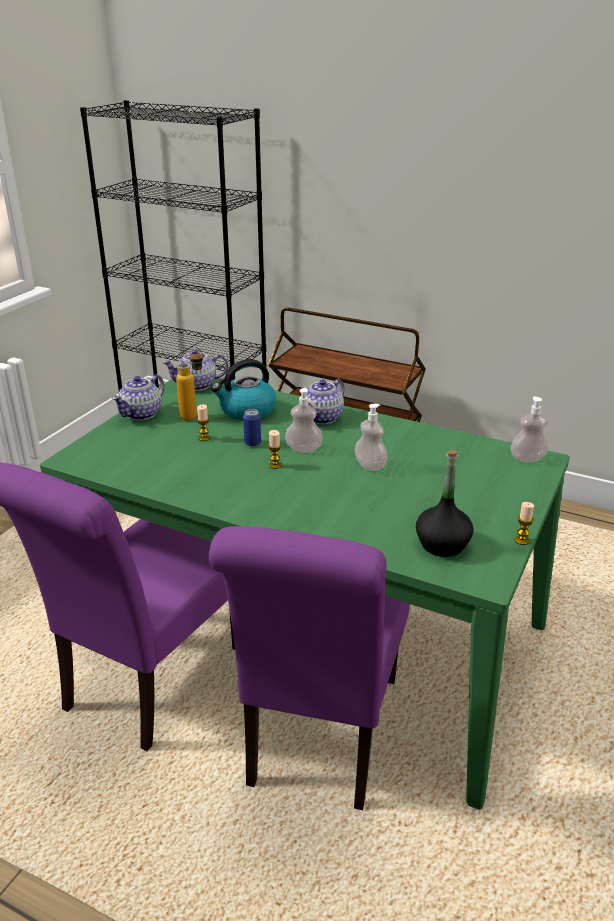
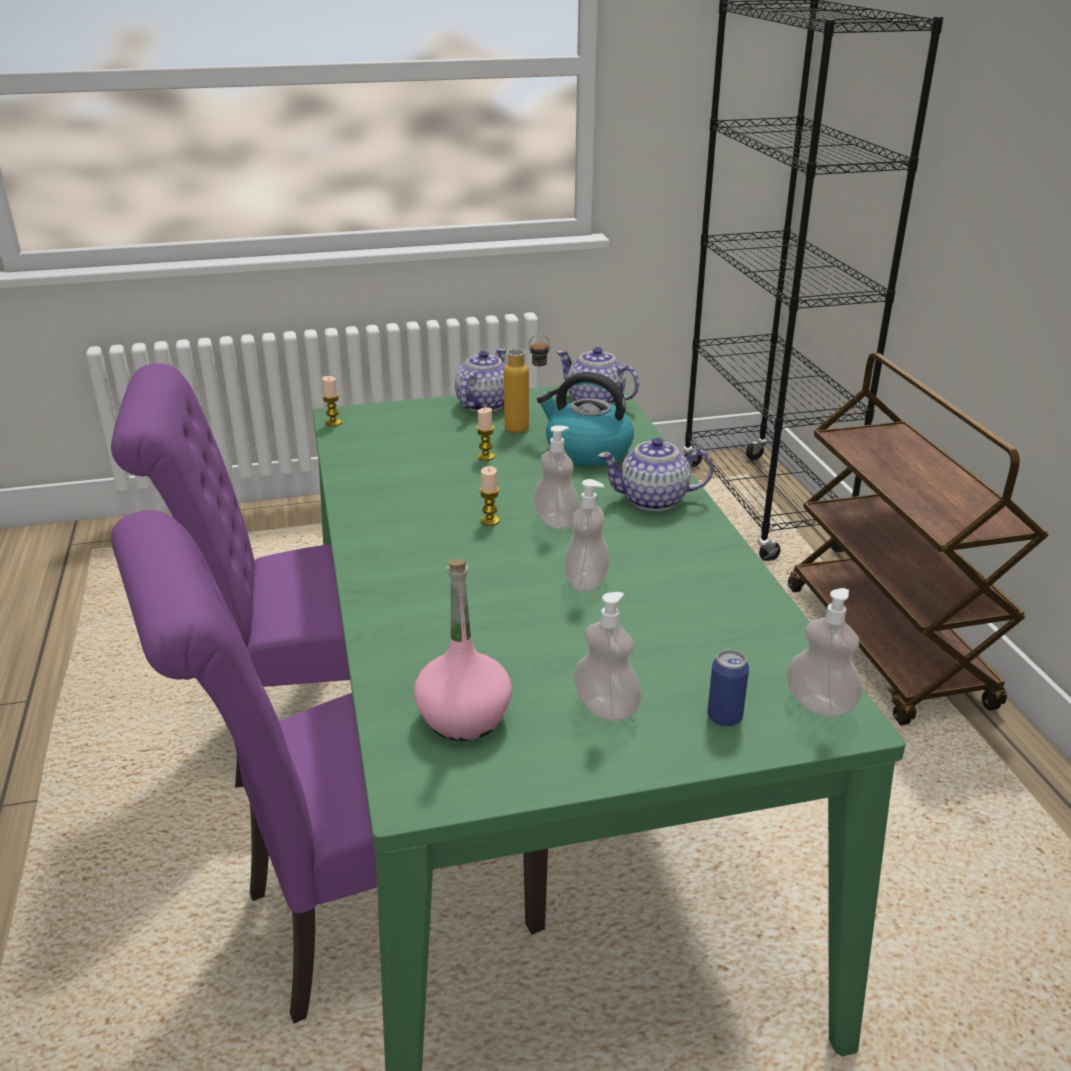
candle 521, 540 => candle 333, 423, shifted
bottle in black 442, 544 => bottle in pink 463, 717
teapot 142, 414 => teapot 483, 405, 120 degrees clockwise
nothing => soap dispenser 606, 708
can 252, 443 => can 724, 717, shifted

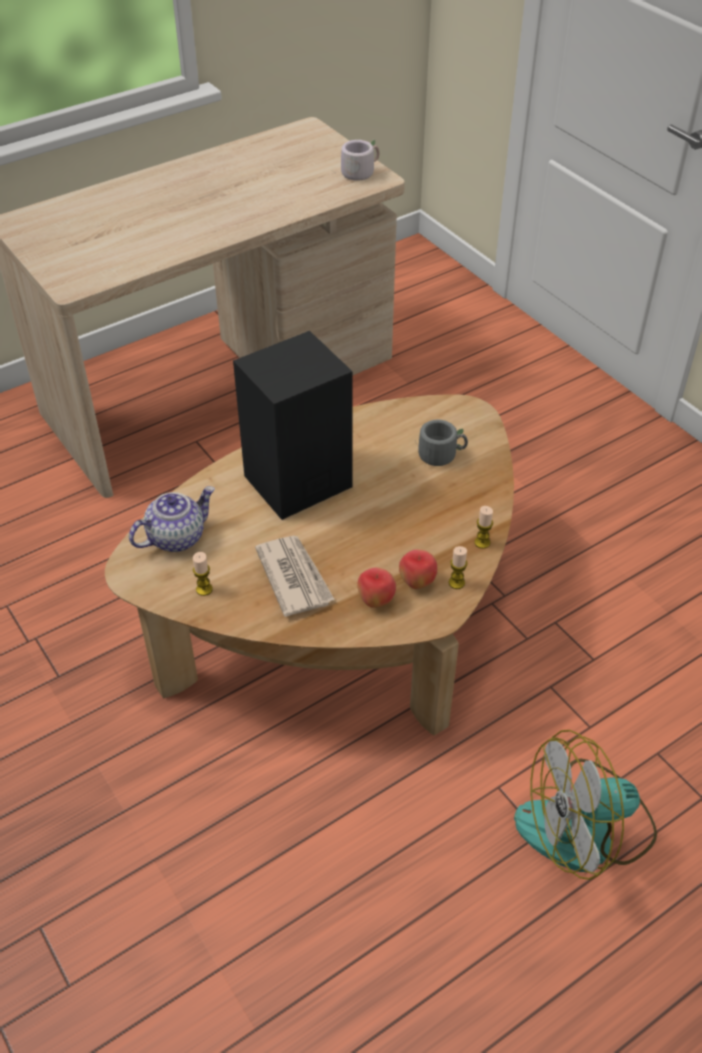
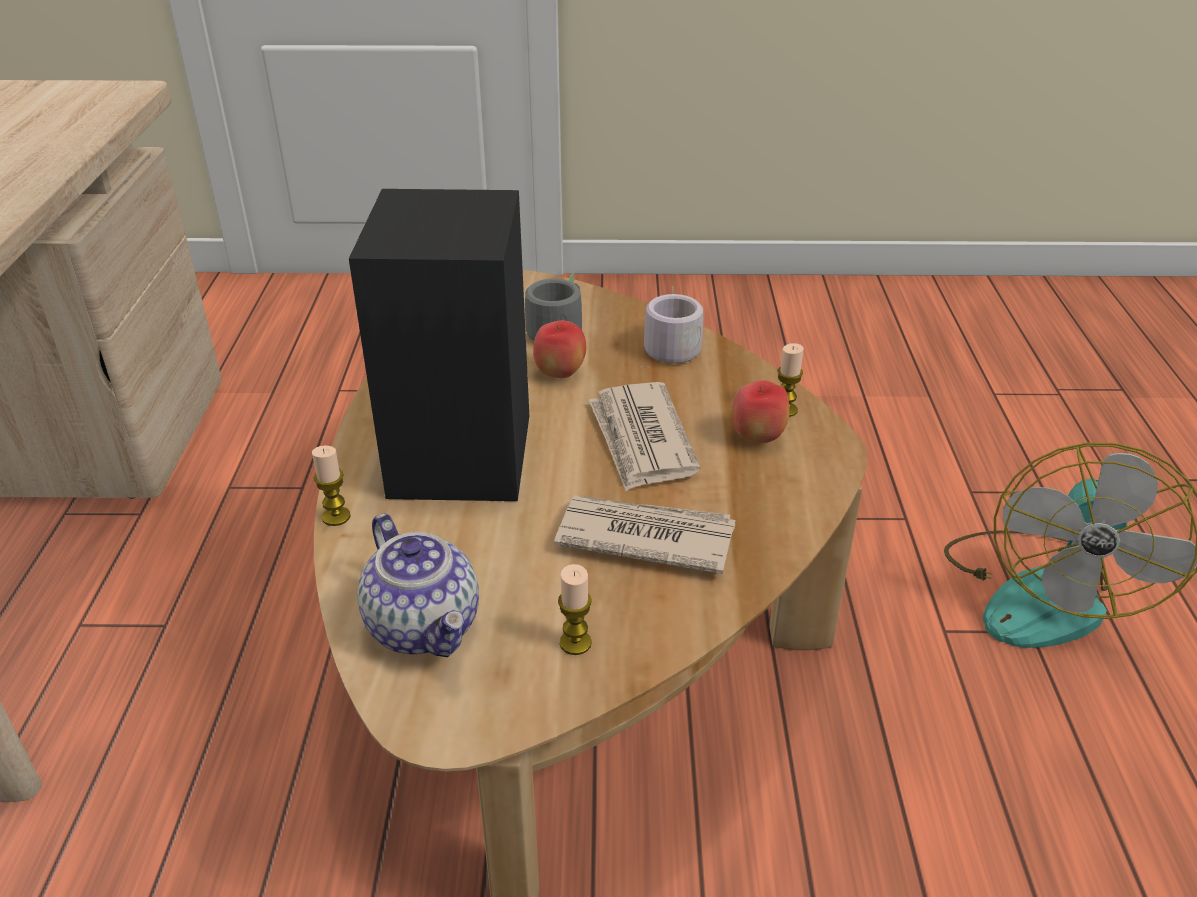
candle 482, 542 => candle 336, 517, shifted
teapot 176, 537 => teapot 425, 626, 150 degrees clockwise
apple 376, 601 => apple 560, 374, shifted
nothing => newspaper 641, 440
mug in grey 359, 172 => mug in grey 668, 347, shifted

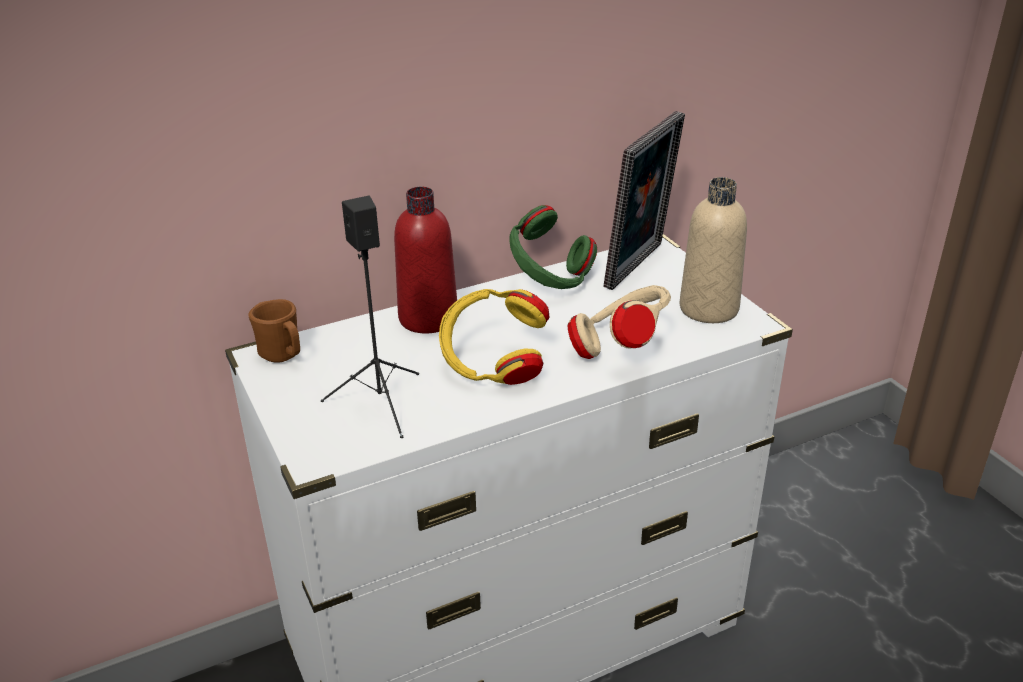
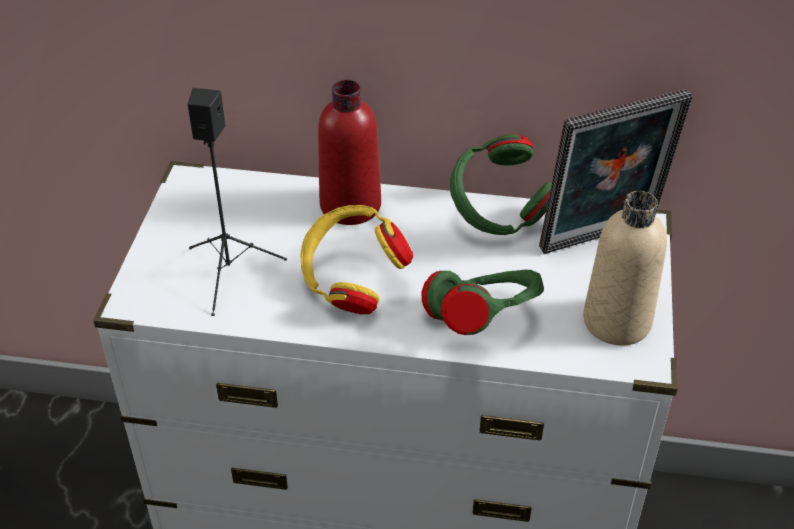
headphones in beige 621, 347 => headphones in green 483, 322
mug in brown 283, 355 => nothing

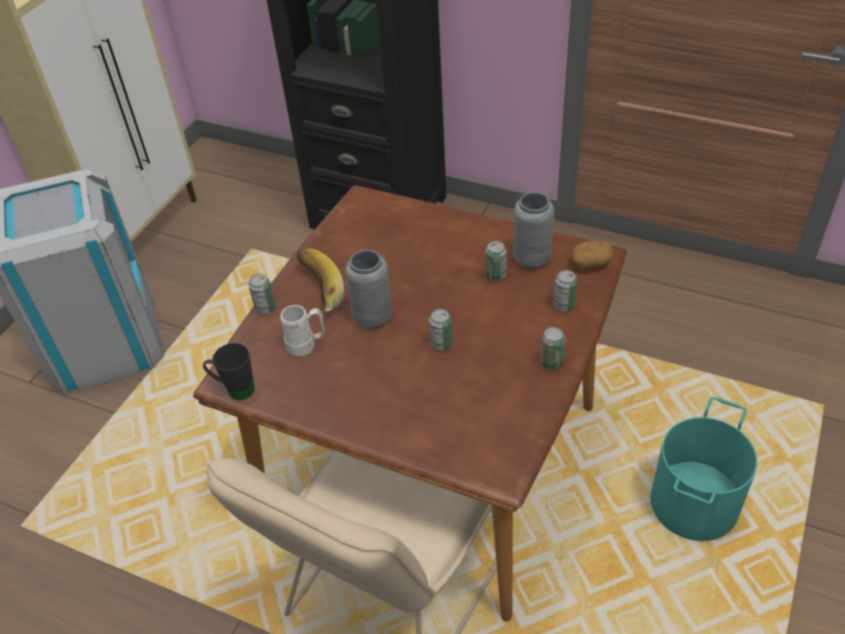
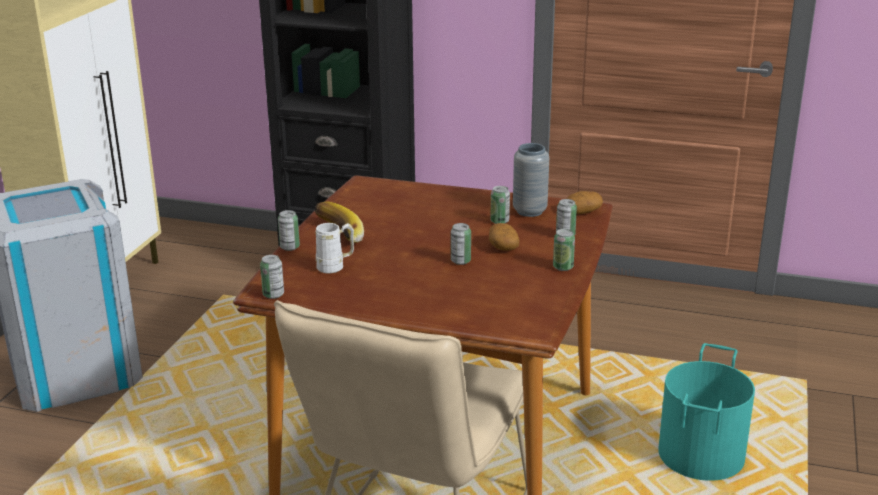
mug in black 234, 389 => can 273, 295
nothing => potato 503, 246
vase in grey 373, 318 => nothing

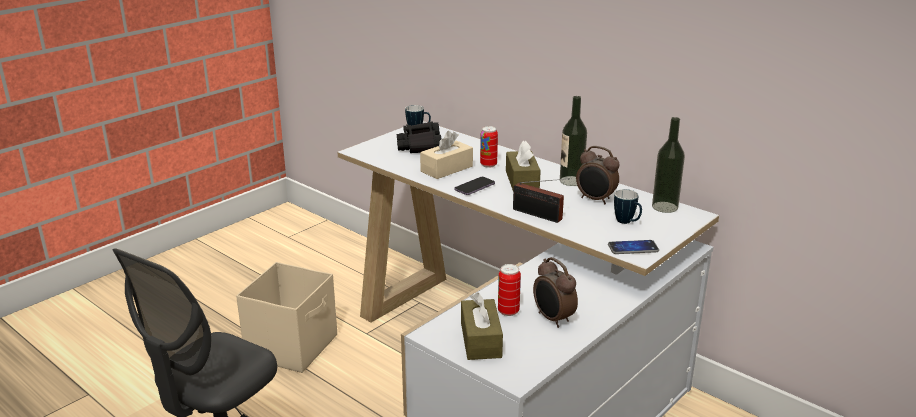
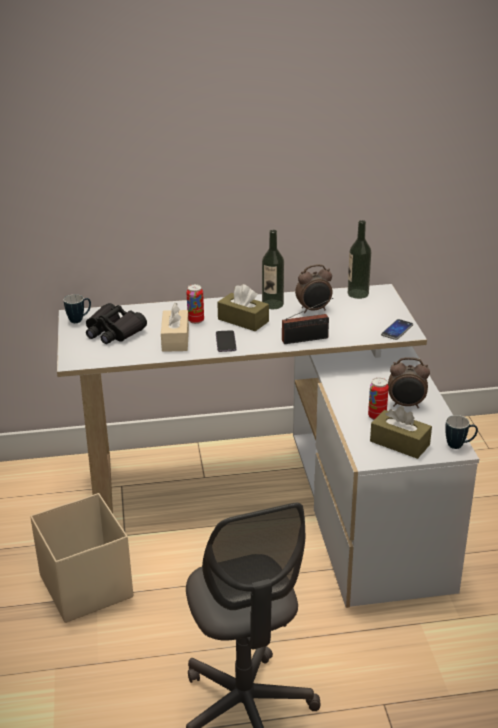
mug 627, 222 => mug 459, 445, shifted

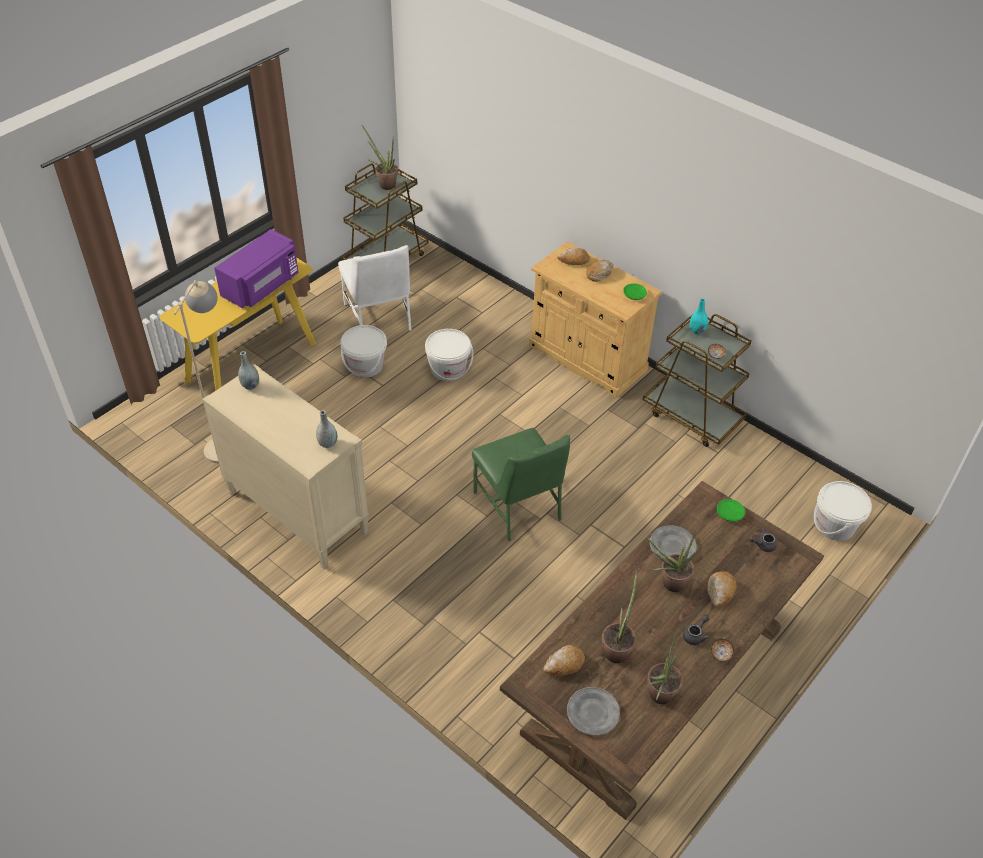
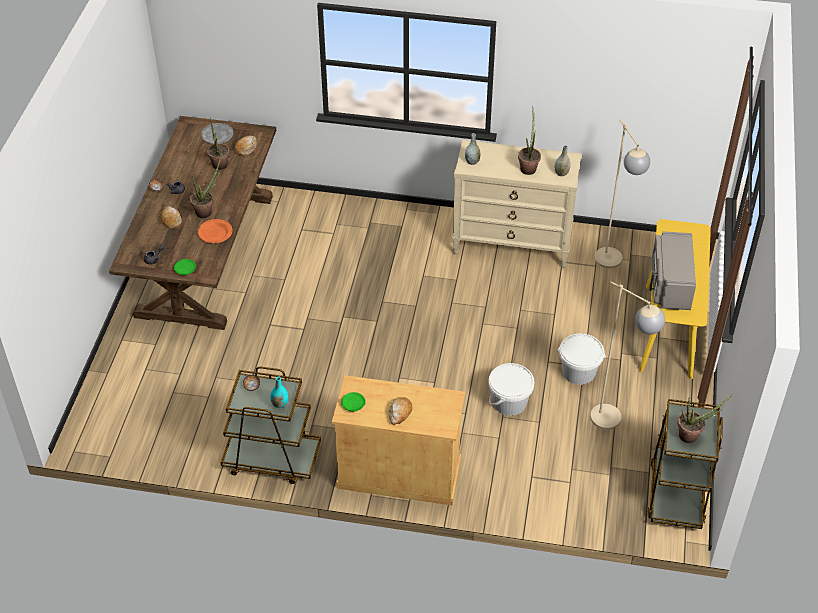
plate in grey 672, 546 => plate in orange 215, 233
potted plant 658, 697 => potted plant 528, 167, shifted
chair in white 378, 318 => floor lamp in beige 615, 423
microwave in purple 262, 285 => microwave in grey 670, 284
chair in green 518, 506 => nothing
bread 573, 261 => nothing
bucket in white 835, 525 => nothing

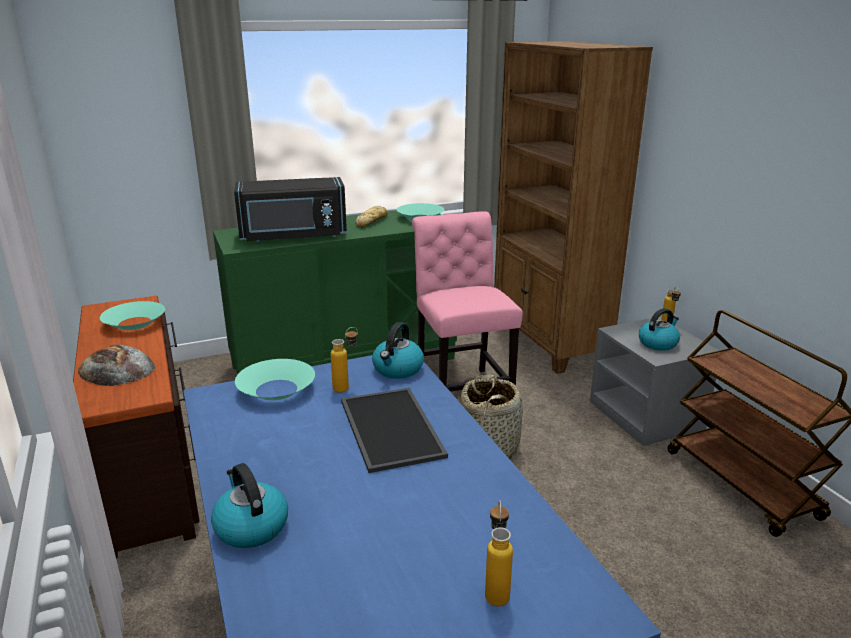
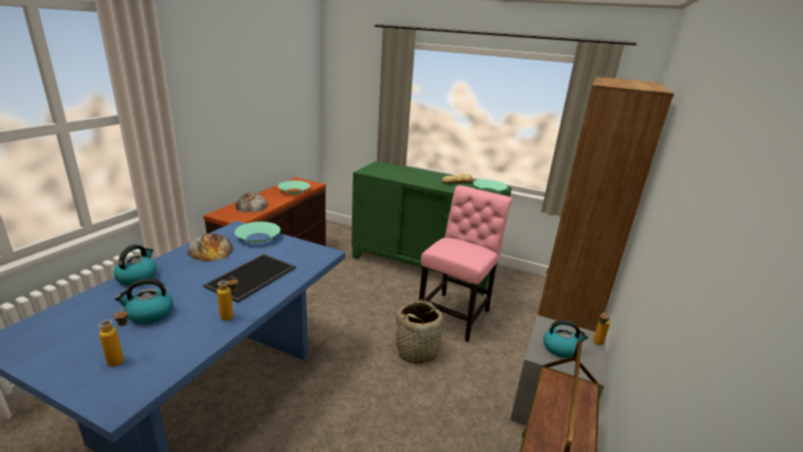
kettle 398, 369 => kettle 149, 314, shifted
nothing => bread 210, 249
bottle 346, 387 => bottle 231, 318, shifted
microwave in black 293, 236 => nothing

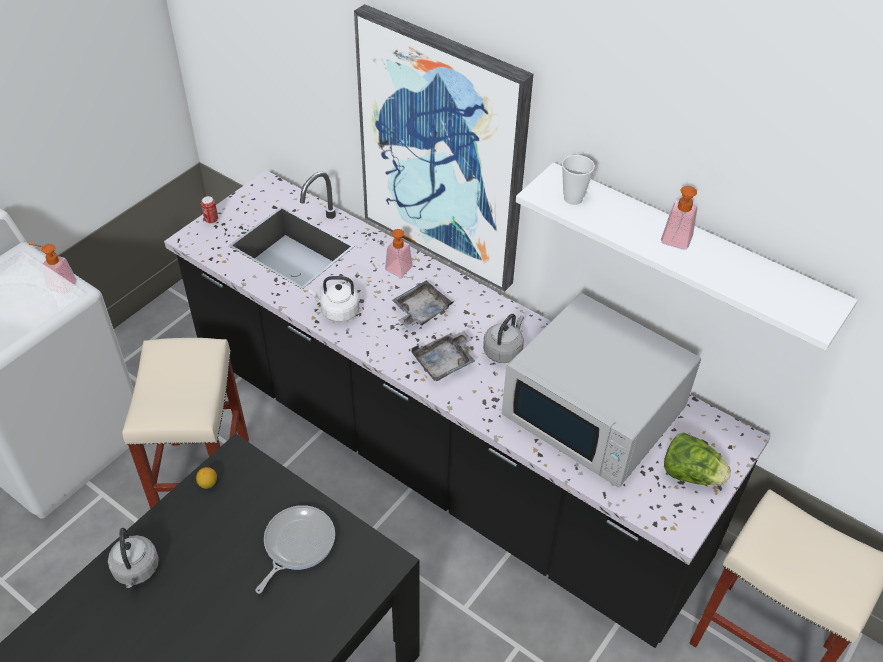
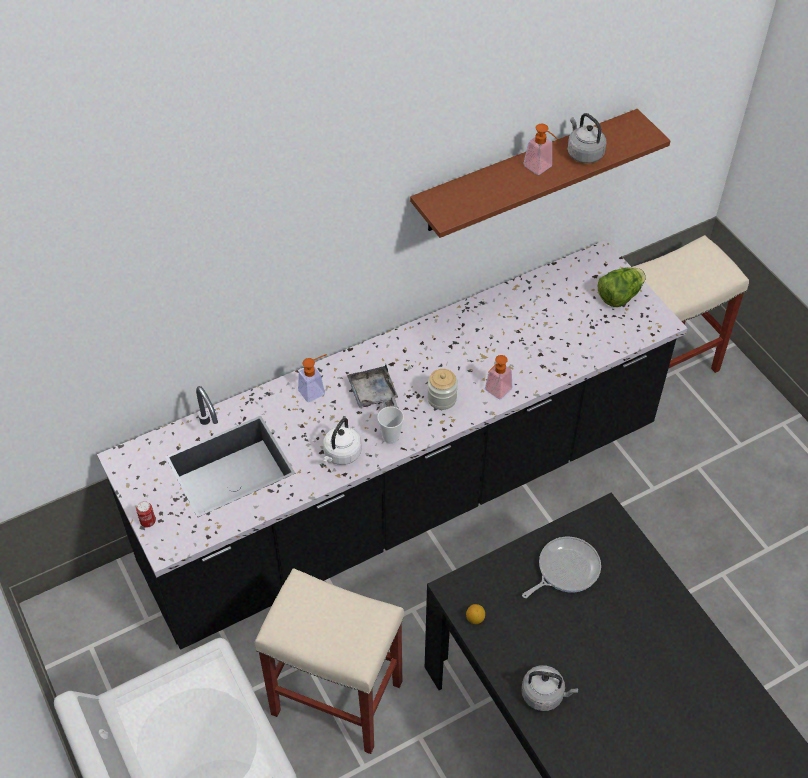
cup 573, 199 => cup 390, 437, shifted
shelf in white 688, 251 => shelf in brown 525, 171
tray in grey 445, 362 => jar 442, 398
soap dispenser 57, 284 => soap dispenser 495, 392, shifted
frying pan 296, 544 => frying pan 565, 569, 90 degrees clockwise
kettle in grey 504, 350 => kettle in grey 583, 153, shifted
picture 443, 151 => nothing
microwave in white 595, 413 => nothing

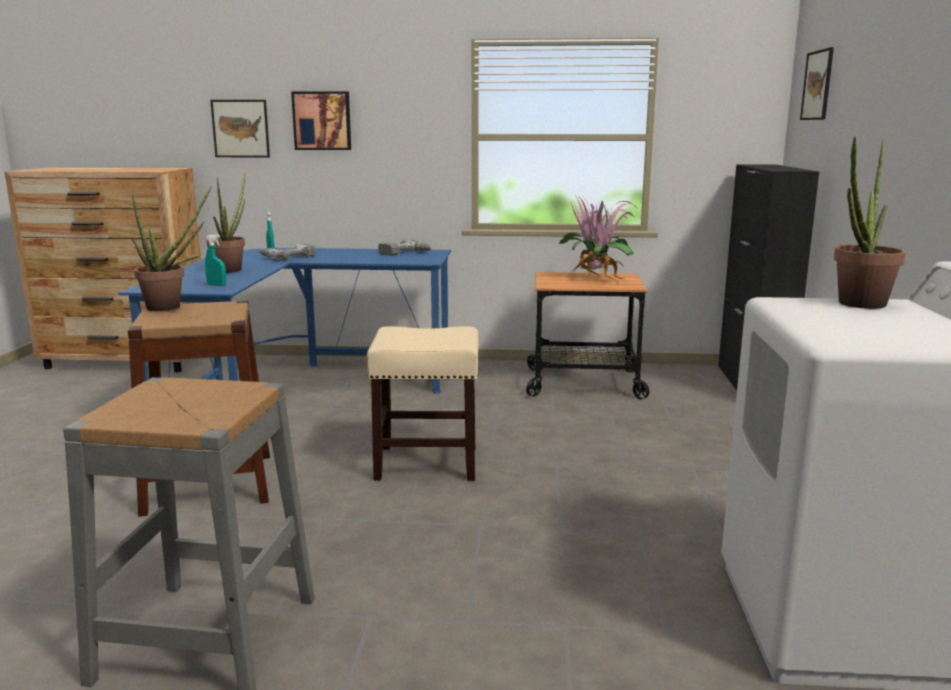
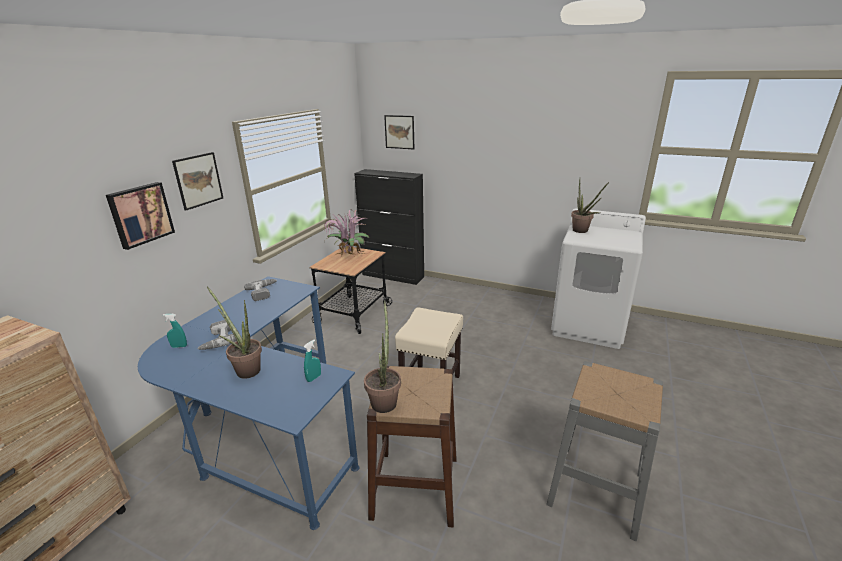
picture 240, 128 => picture 198, 180, shifted

